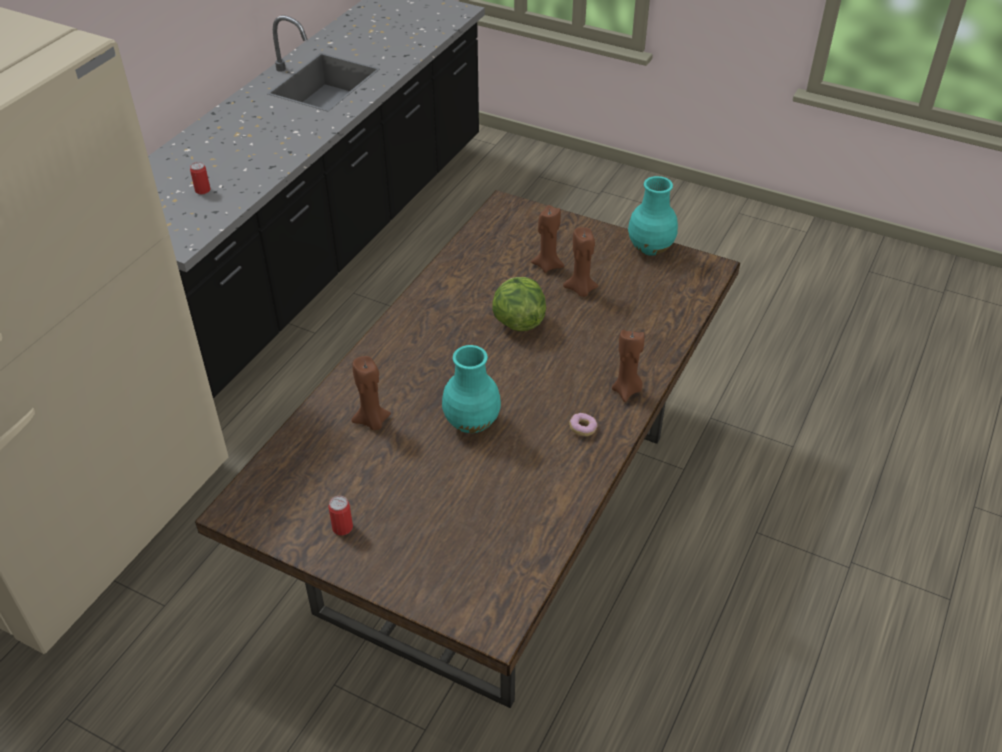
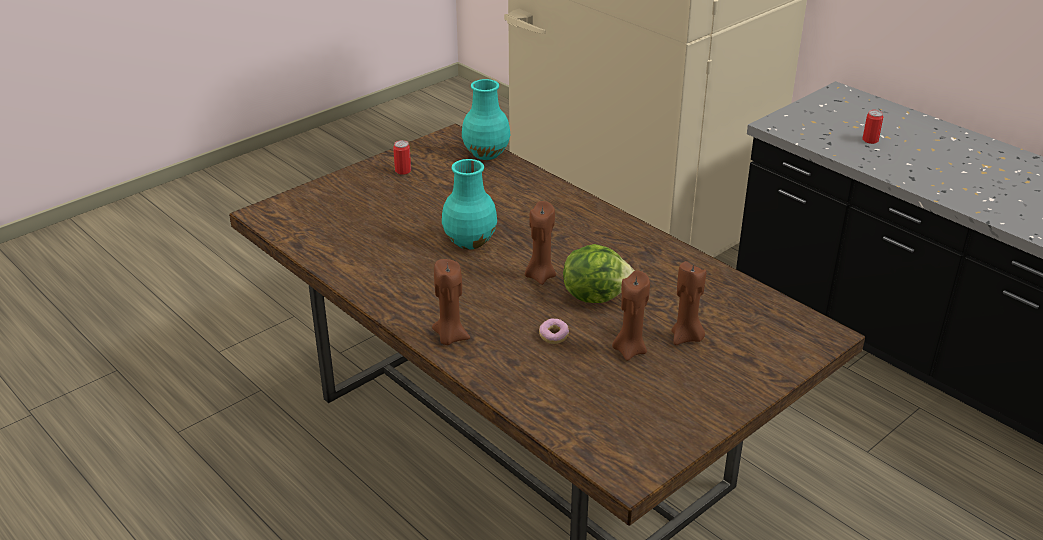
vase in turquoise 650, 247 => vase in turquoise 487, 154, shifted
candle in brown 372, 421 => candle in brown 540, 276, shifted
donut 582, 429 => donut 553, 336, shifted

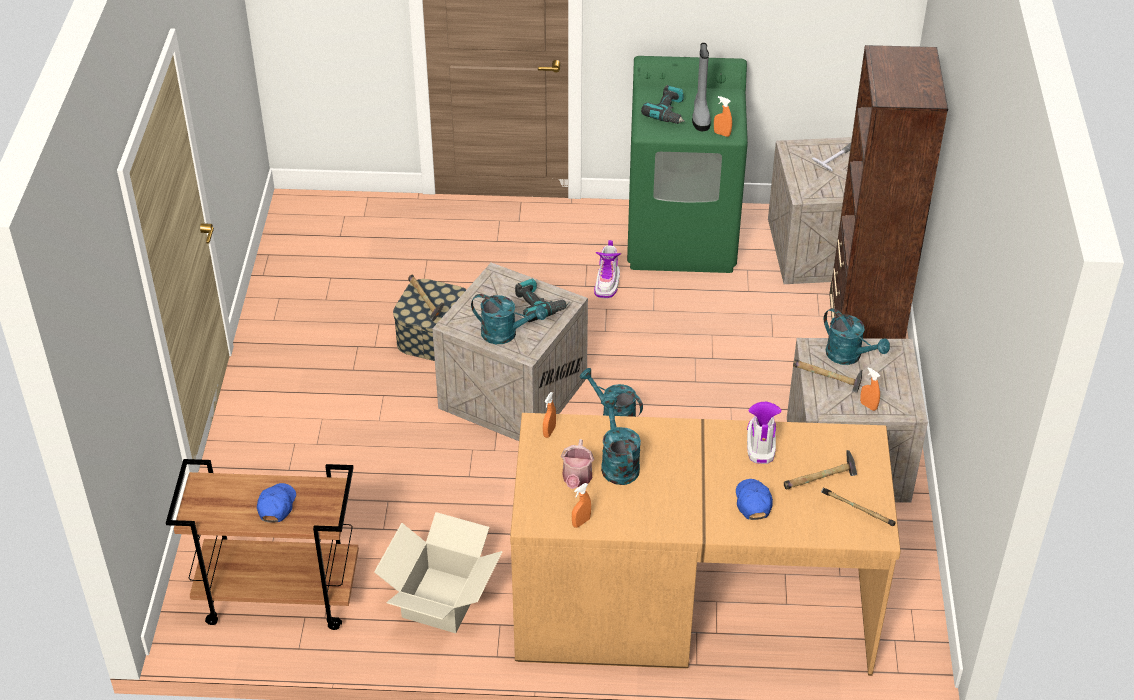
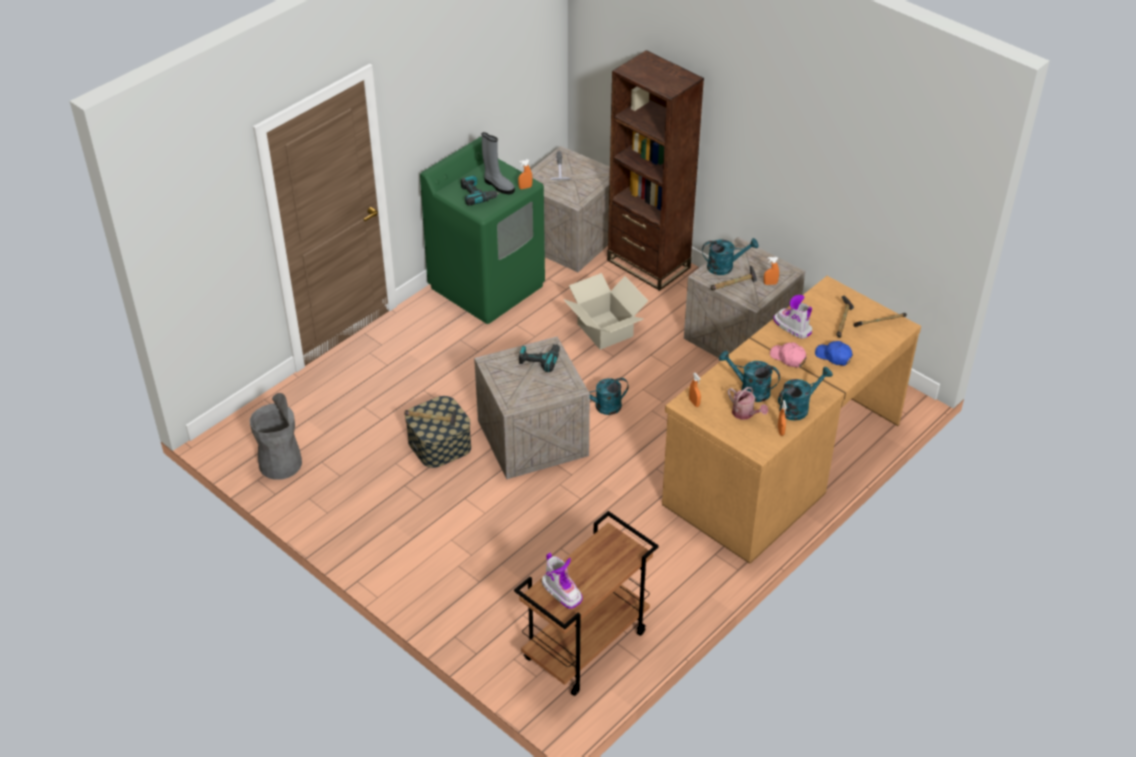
nothing => trash can in grey 280, 464
boot 607, 283 => boot 562, 591, shifted
cardboard box 440, 600 => cardboard box 604, 330, shifted
nothing => cap in pink 788, 358
watering can in turquoise 505, 334 => watering can in turquoise 798, 407, shifted
cap in blue 276, 506 => nothing

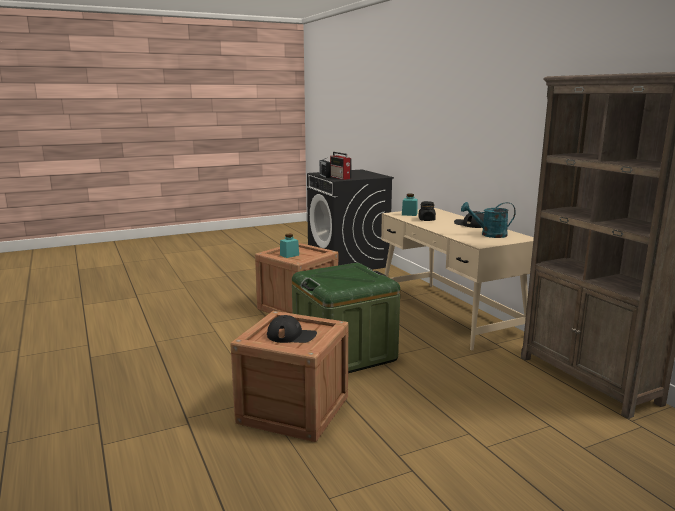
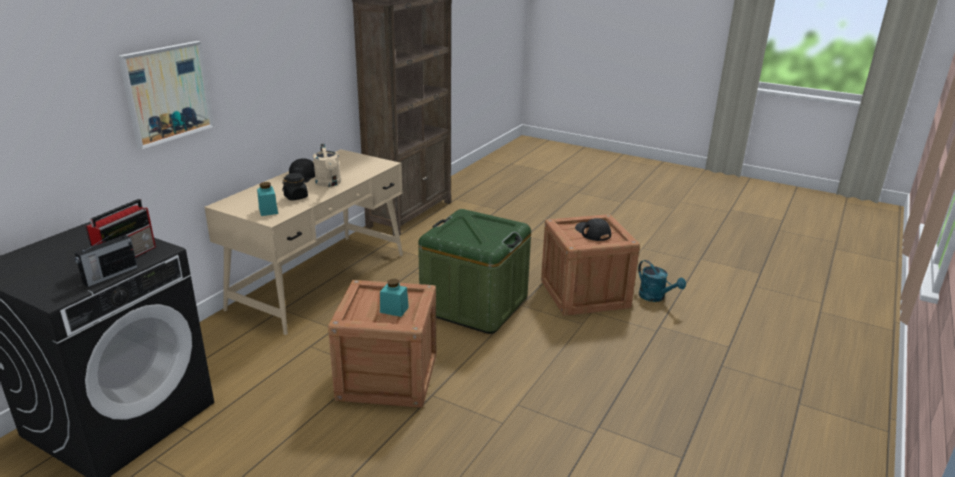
nothing => picture 167, 93
nothing => watering can in beige 329, 183
watering can in turquoise 489, 235 => watering can in turquoise 655, 297, shifted

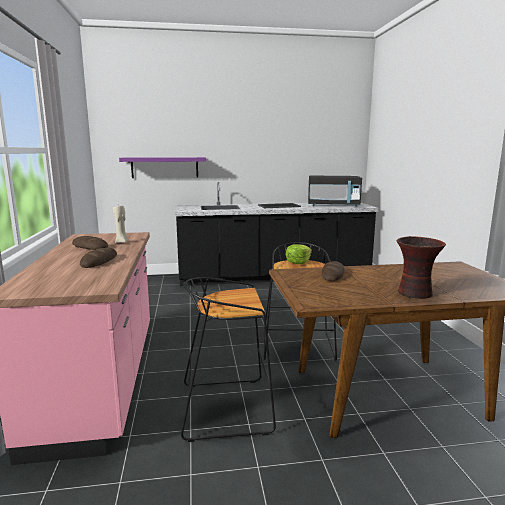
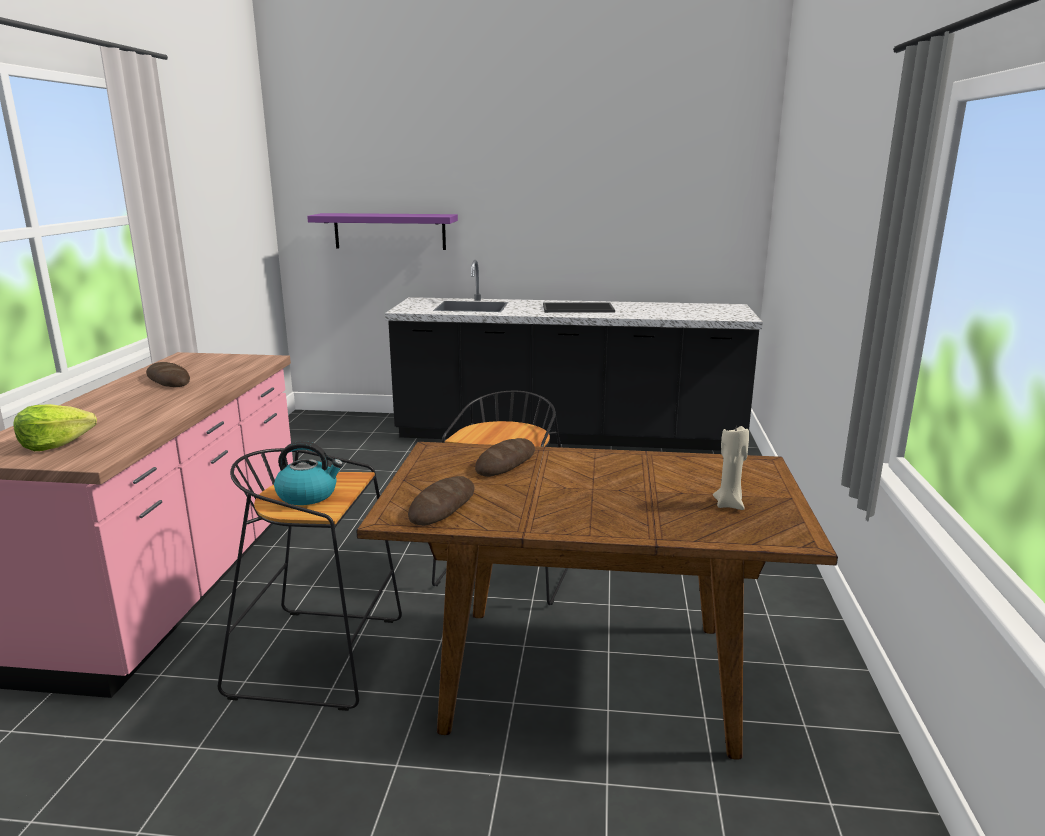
lettuce 298, 262 => lettuce 55, 444, shifted
nothing => kettle 308, 495
bread 99, 261 => bread 442, 506, shifted
candle in beige 122, 242 => candle in beige 729, 504, shifted
microwave in black 333, 205 => nothing
vase 416, 293 => nothing

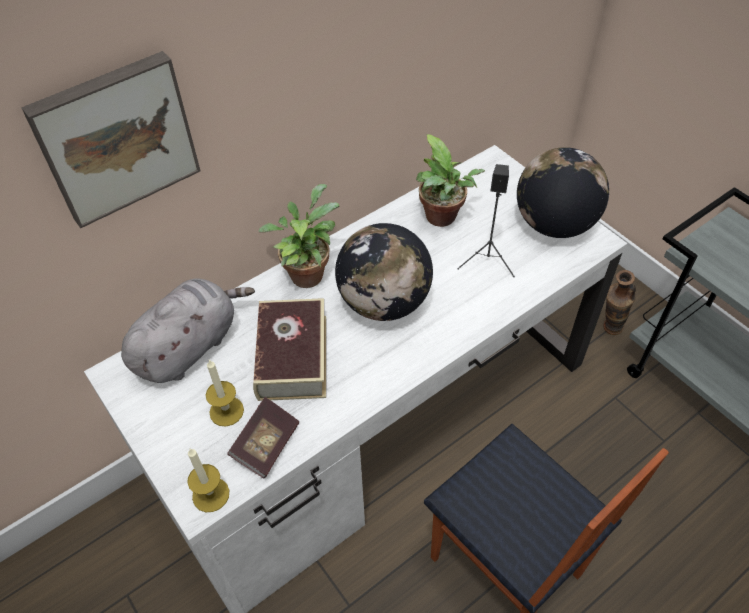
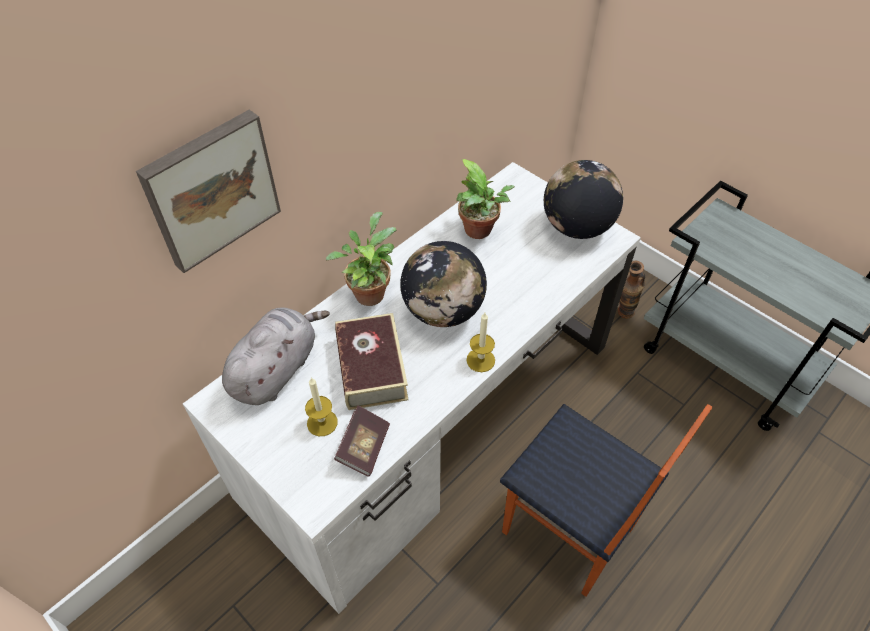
candle 211, 494 => candle 480, 360, shifted
speaker in black 488, 261 => nothing

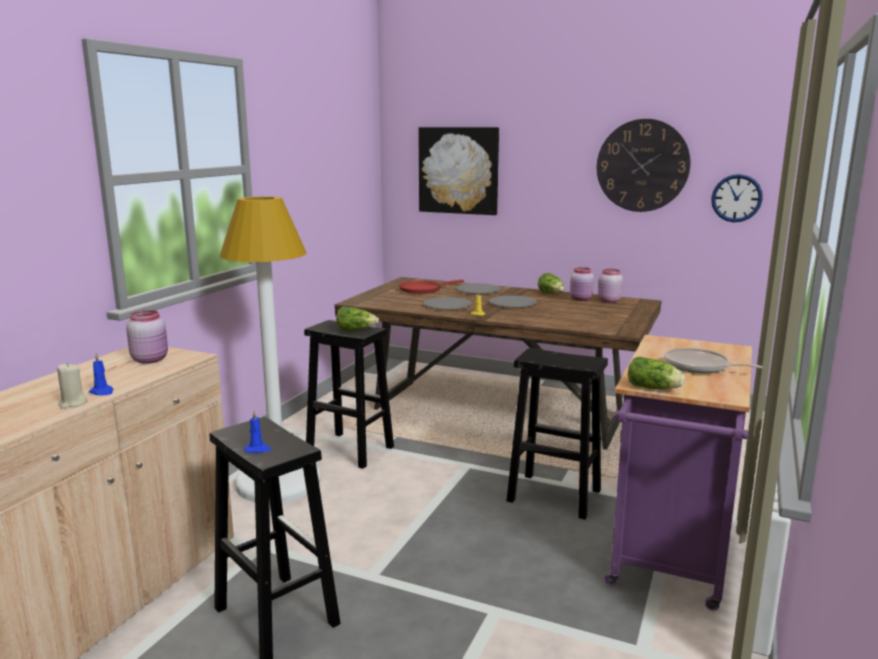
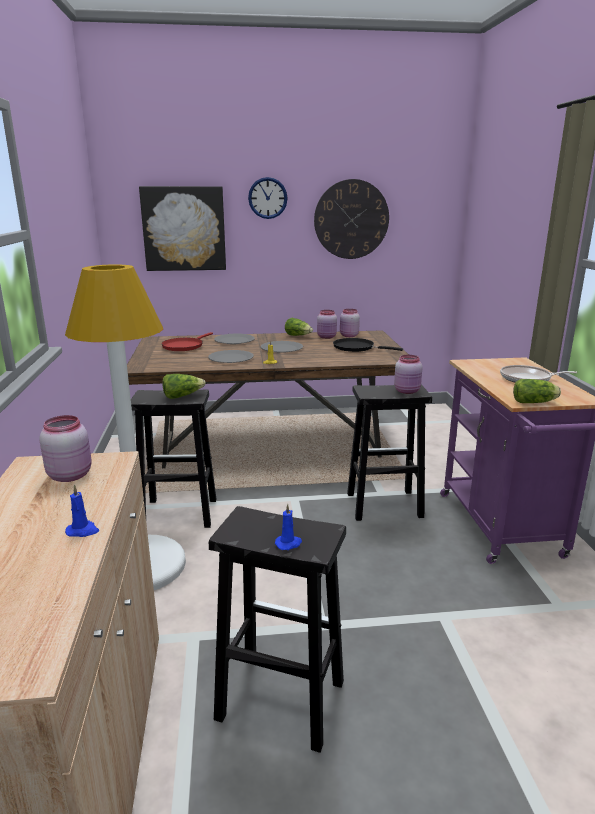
wall clock 736, 198 => wall clock 267, 198, shifted
nothing => frying pan in black 356, 348
nothing => jar in pink 407, 391
candle in beige 73, 403 => nothing

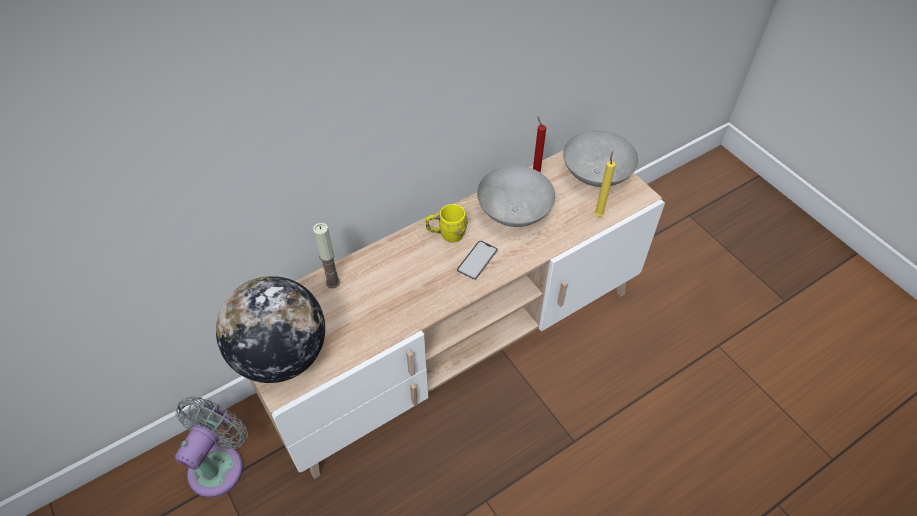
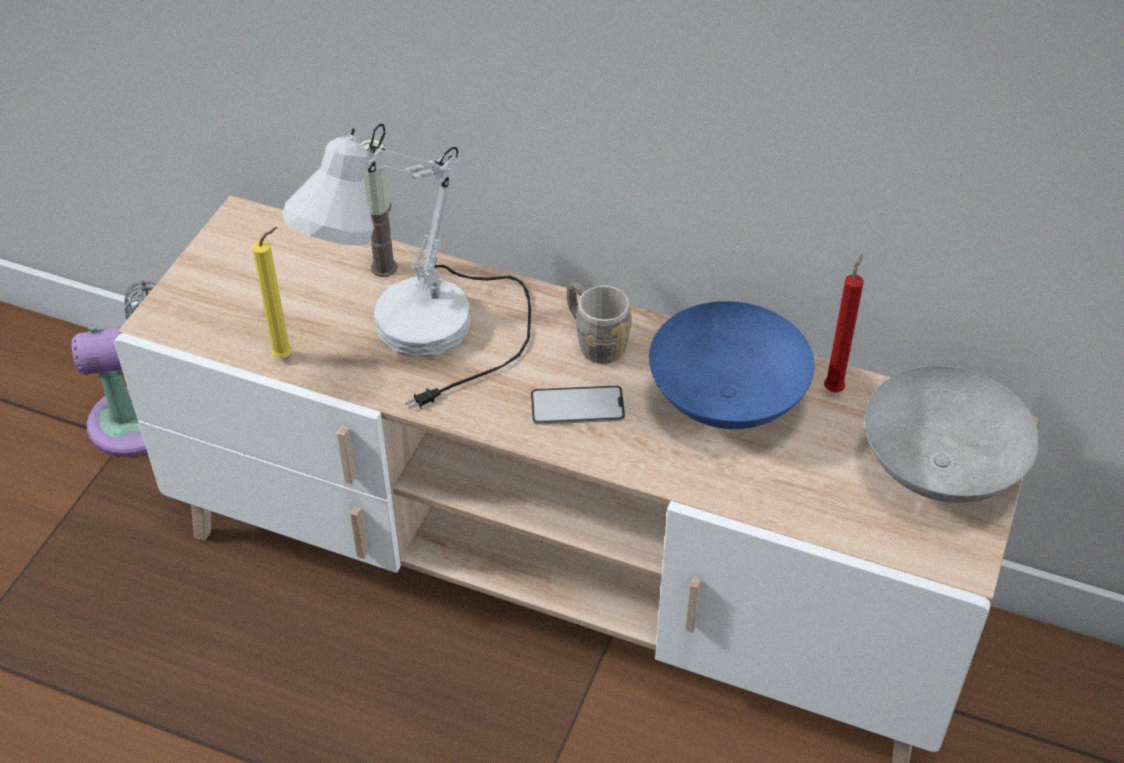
candle in yellow 598, 214 => candle in yellow 286, 356, shifted
nothing => table lamp in white 434, 347
mug in yellow 446, 234 => mug in grey 595, 341
bowl in grey 512, 212 => bowl in blue 726, 398
globe 281, 356 => nothing

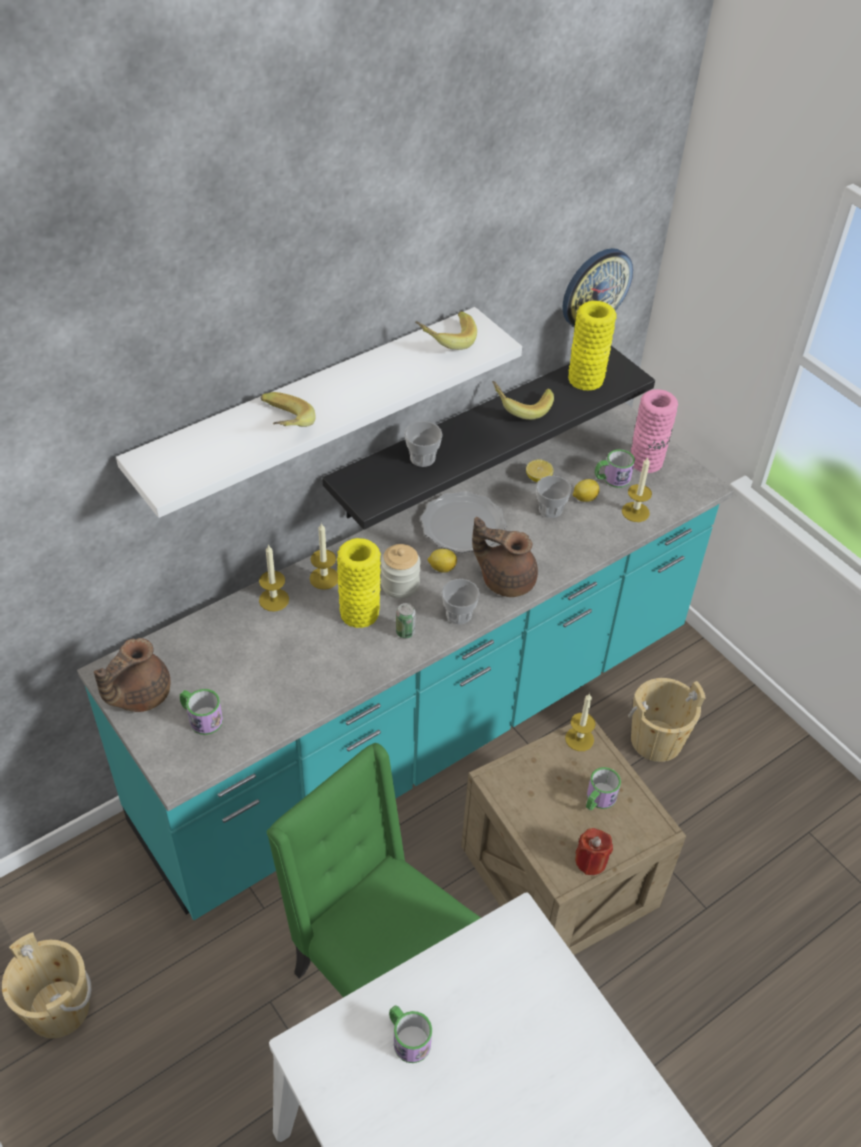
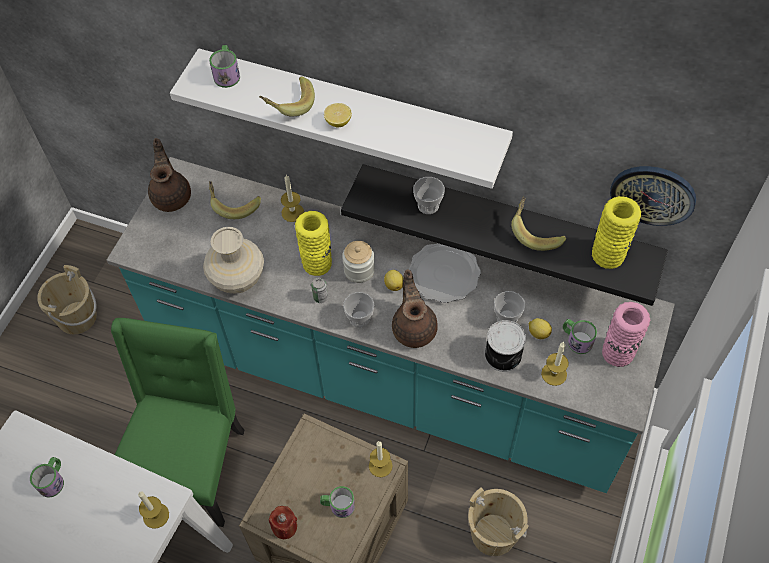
candle 324, 578 => candle 156, 515, shifted
teapot in brown 138, 694 => teapot in brown 172, 196, 75 degrees clockwise
nothing => vase in beige 239, 279
mug 201, 718 => mug 227, 73, shifted
banana 445, 340 => banana 234, 204, shifted
lemon 538, 478 => lemon 338, 122, shifted
nothing => can 504, 355

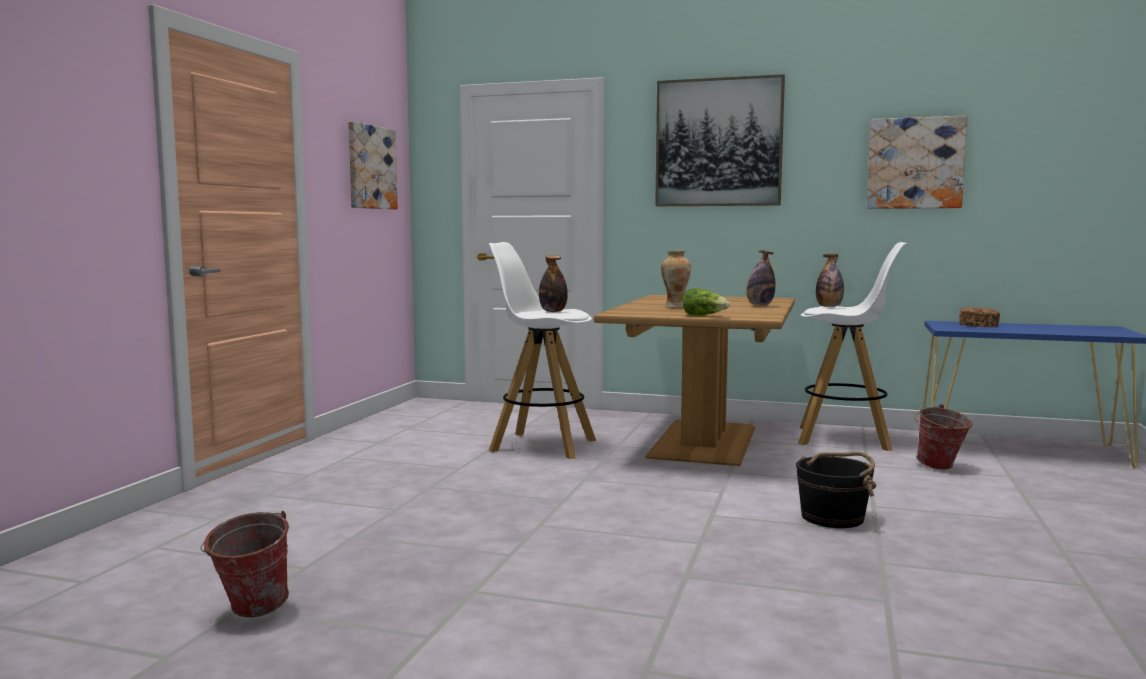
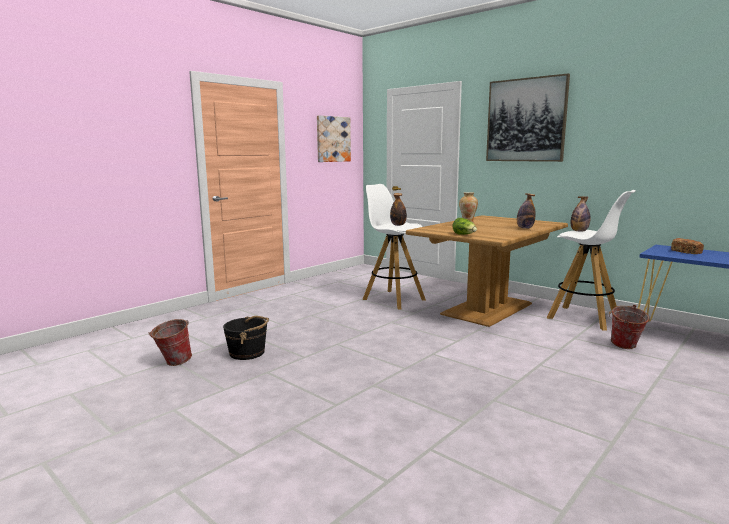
bucket in black 833, 517 => bucket in black 248, 353, shifted
picture 915, 163 => nothing

